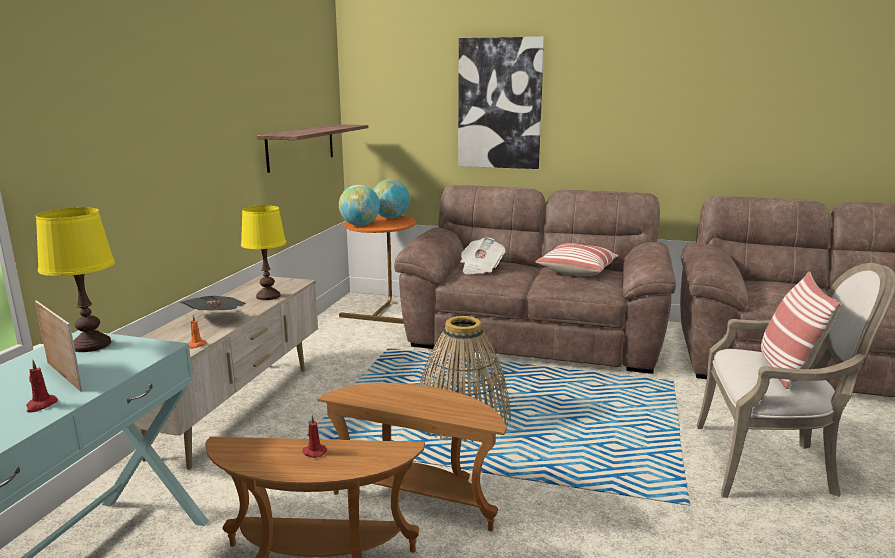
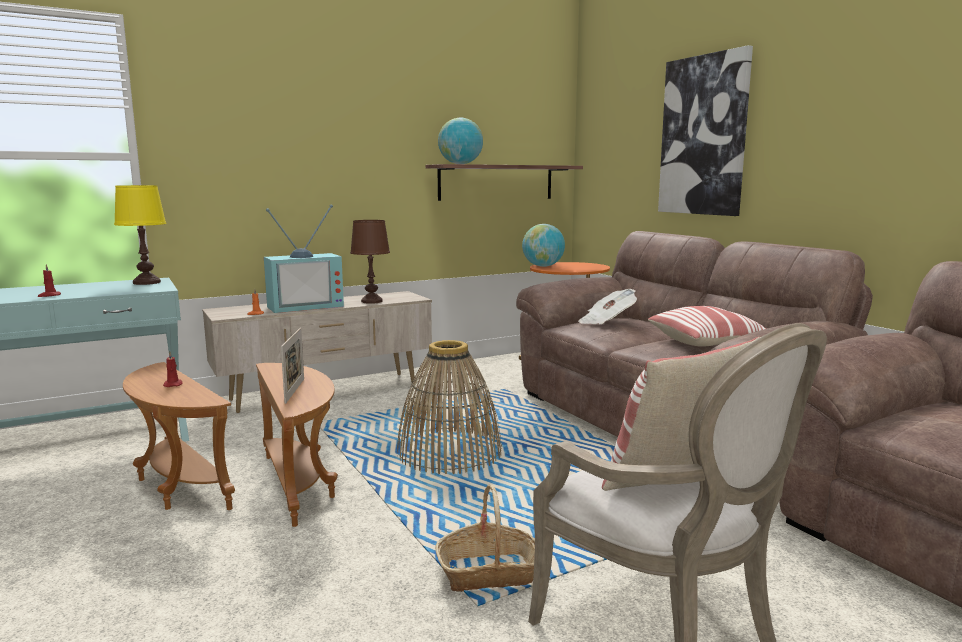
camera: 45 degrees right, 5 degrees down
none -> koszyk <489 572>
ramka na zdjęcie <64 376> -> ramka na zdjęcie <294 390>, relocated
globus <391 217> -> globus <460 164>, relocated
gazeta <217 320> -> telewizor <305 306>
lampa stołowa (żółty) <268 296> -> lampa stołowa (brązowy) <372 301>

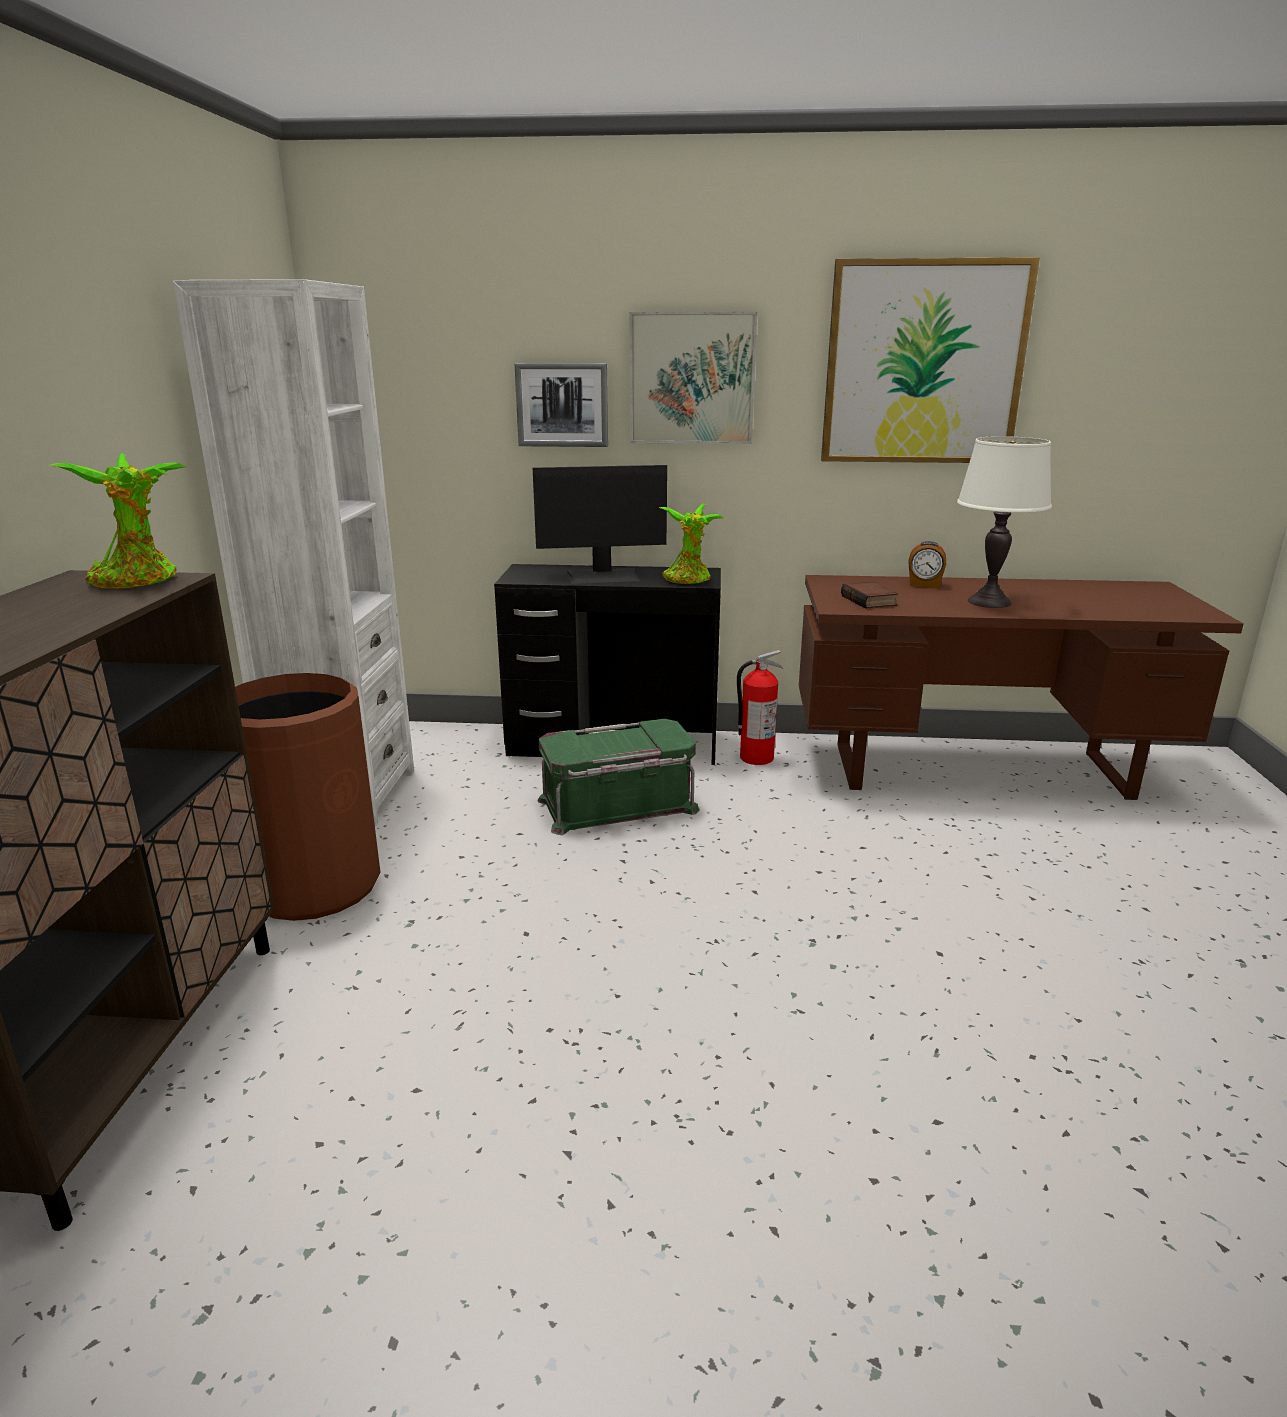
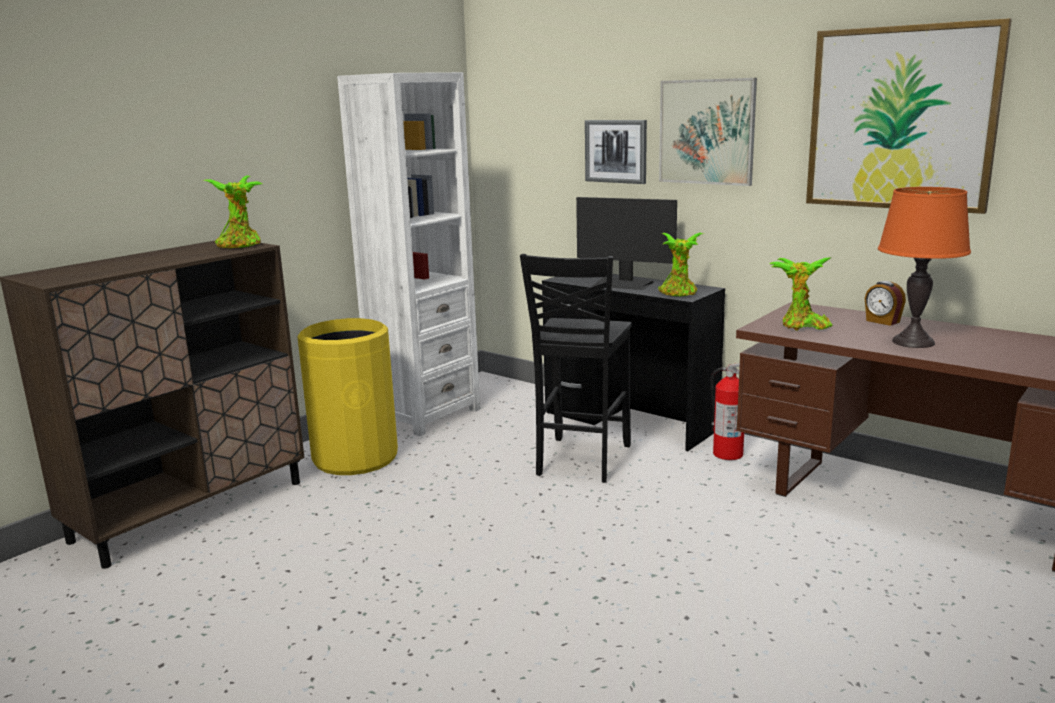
camera: 35 degrees right, 5 degrees down
pojemnik do przechowywania (zielony) <618 806> -> krzesło (czarny) <580 461>
książka <870 600> -> roślina doniczkowa <802 326>
kosz na śmieci (brązowy) <314 885> -> kosz na śmieci (żółty) <355 458>
lampa stołowa (biały) <989 602> -> lampa stołowa (pomarańczowy) <913 342>

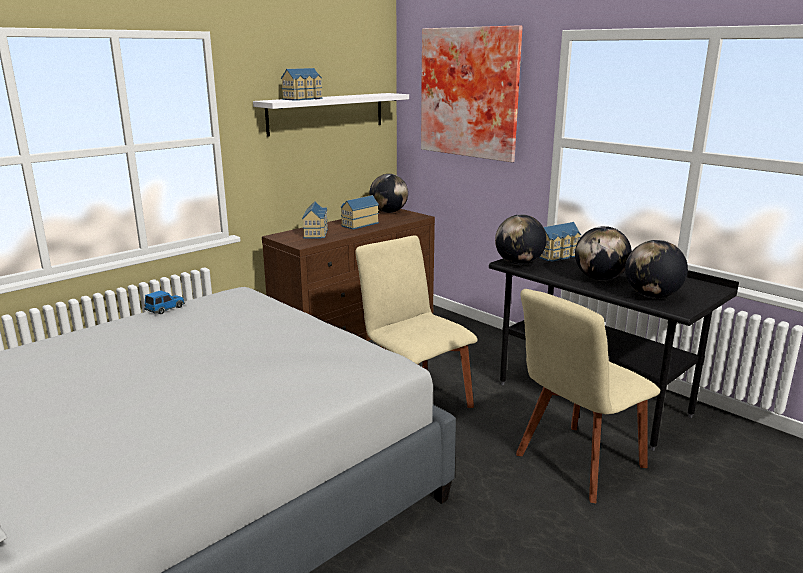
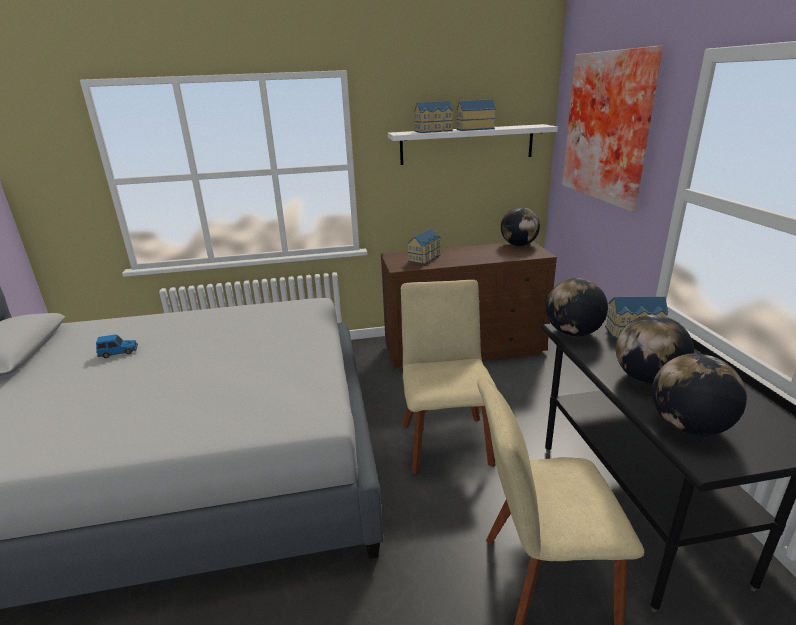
camera: 35 degrees right, 5 degrees up
samochodzik <165 309> -> samochodzik <119 352>, relocated
domek <358 224> -> domek <474 129>, relocated

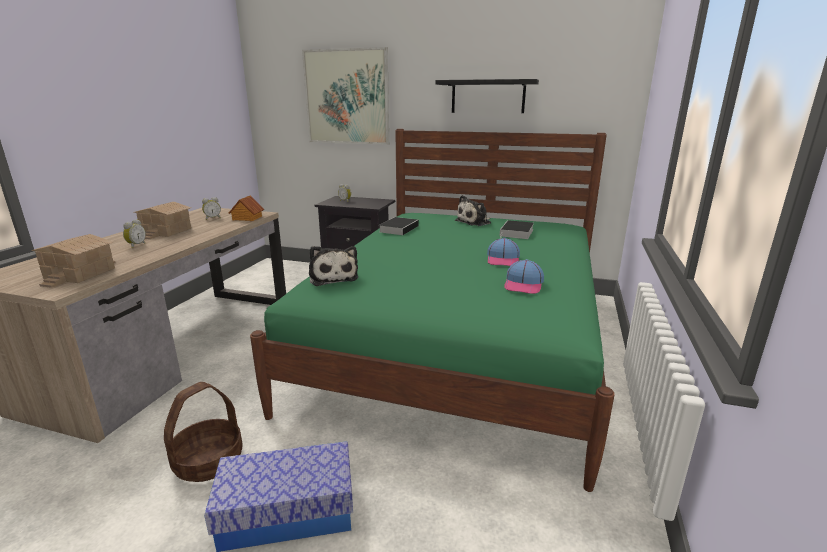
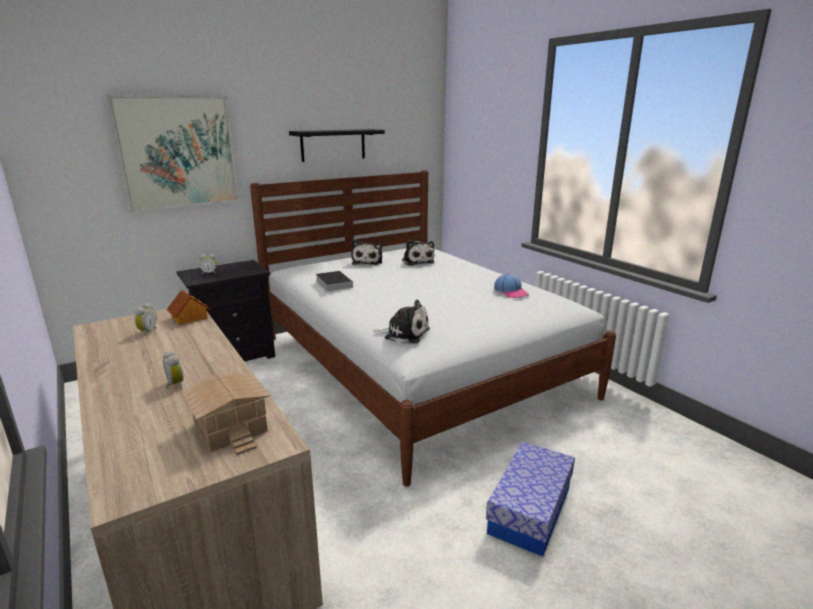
camera: 50 degrees left, 0 degrees up
domek <165 231> -> none
koszyk <208 461> -> none
czapka z daszkiem <503 260> -> none
książka <516 233> -> pluszak <417 261>
łóżko (zielony) <460 343> -> łóżko (biały) <417 365>

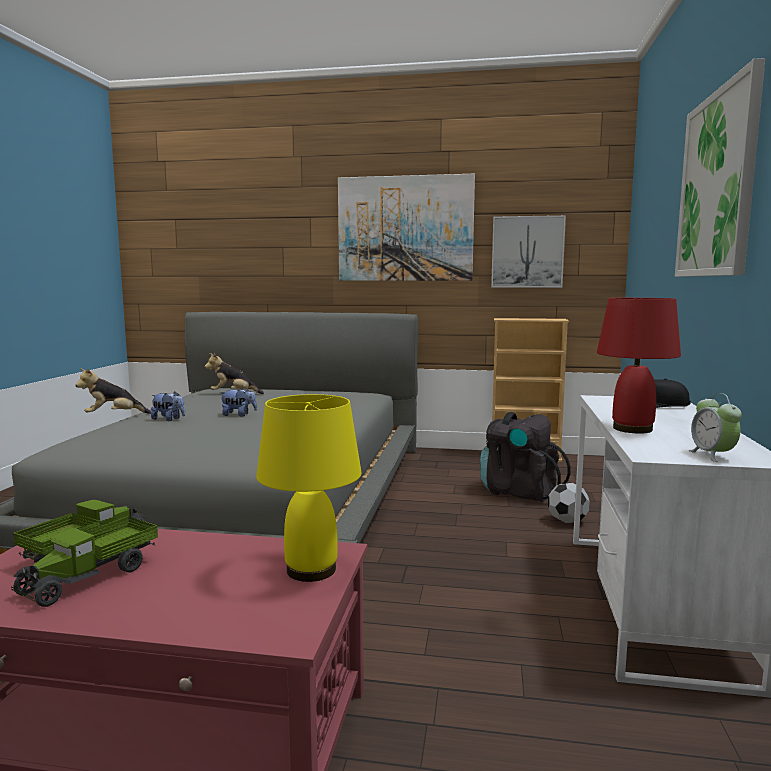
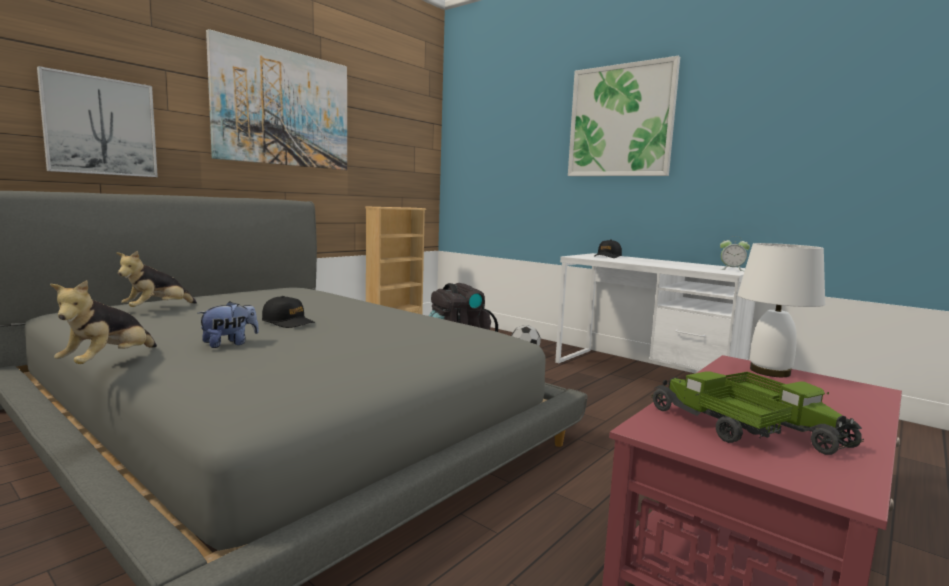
camera: 60 degrees left, 0 degrees up
lampa stołowa (czerwony) <632 429> -> none
obraz <527 252> -> obraz <100 126>, relocated
pluszak <239 415> -> czapka z daszkiem (czarny) <288 322>
lampa stołowa (żółty) <312 569> -> lampa stołowa (biały) <768 371>

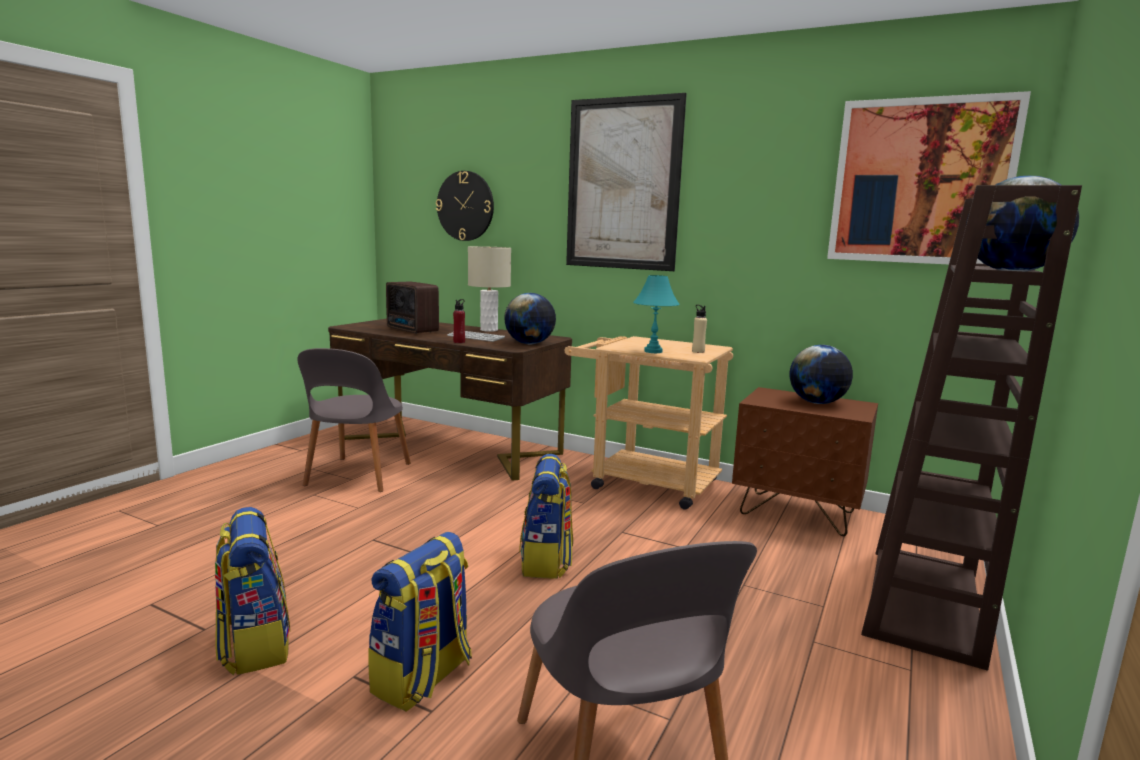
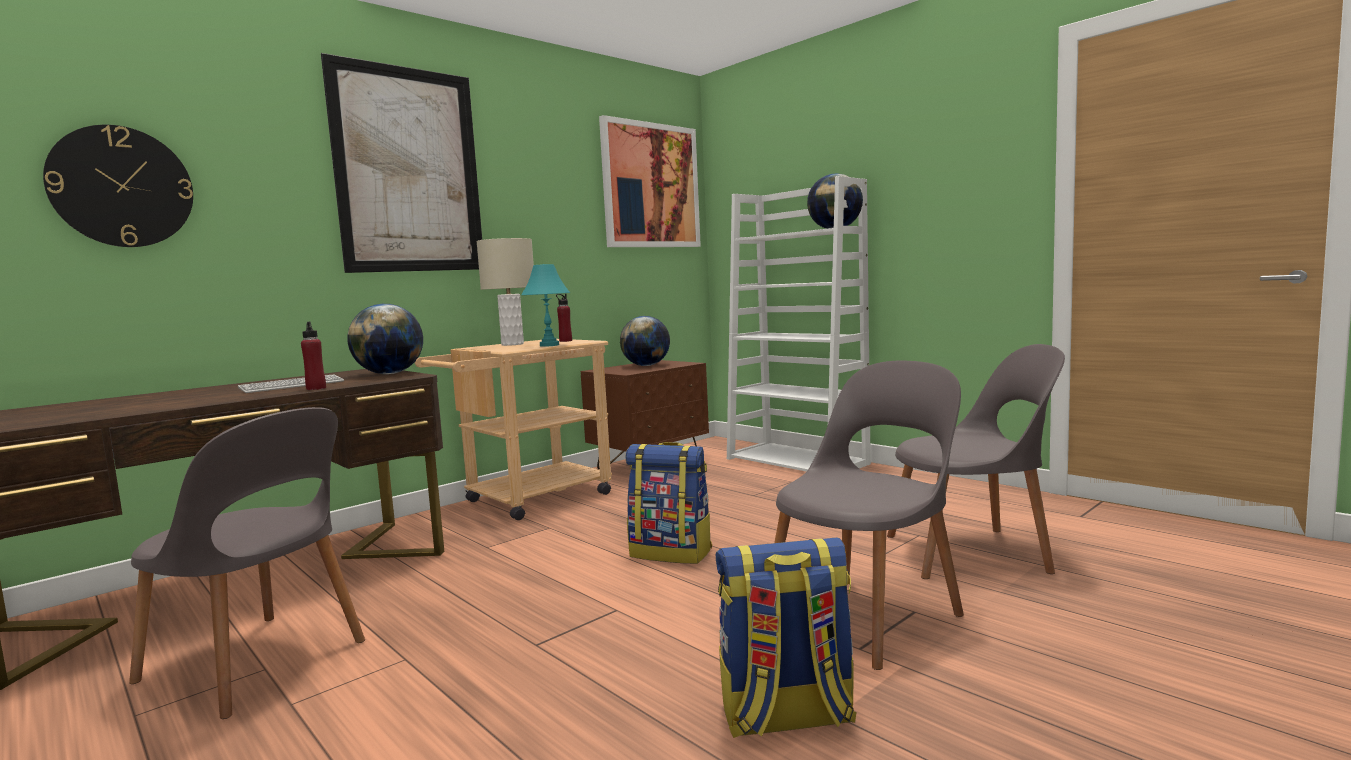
camera: 70 degrees left, 5 degrees down
radio <412 330> -> none
lampa stołowa (beżowy) <489 330> -> lampa stołowa (beżowy) <512 344>, relocated
plecak <423 678> -> krzesło (szary) <866 614>
butelka (beżowy) <698 351> -> butelka (czerwony) <565 341>
regał (brązowy) <925 604> -> regał (biały) <798 461>

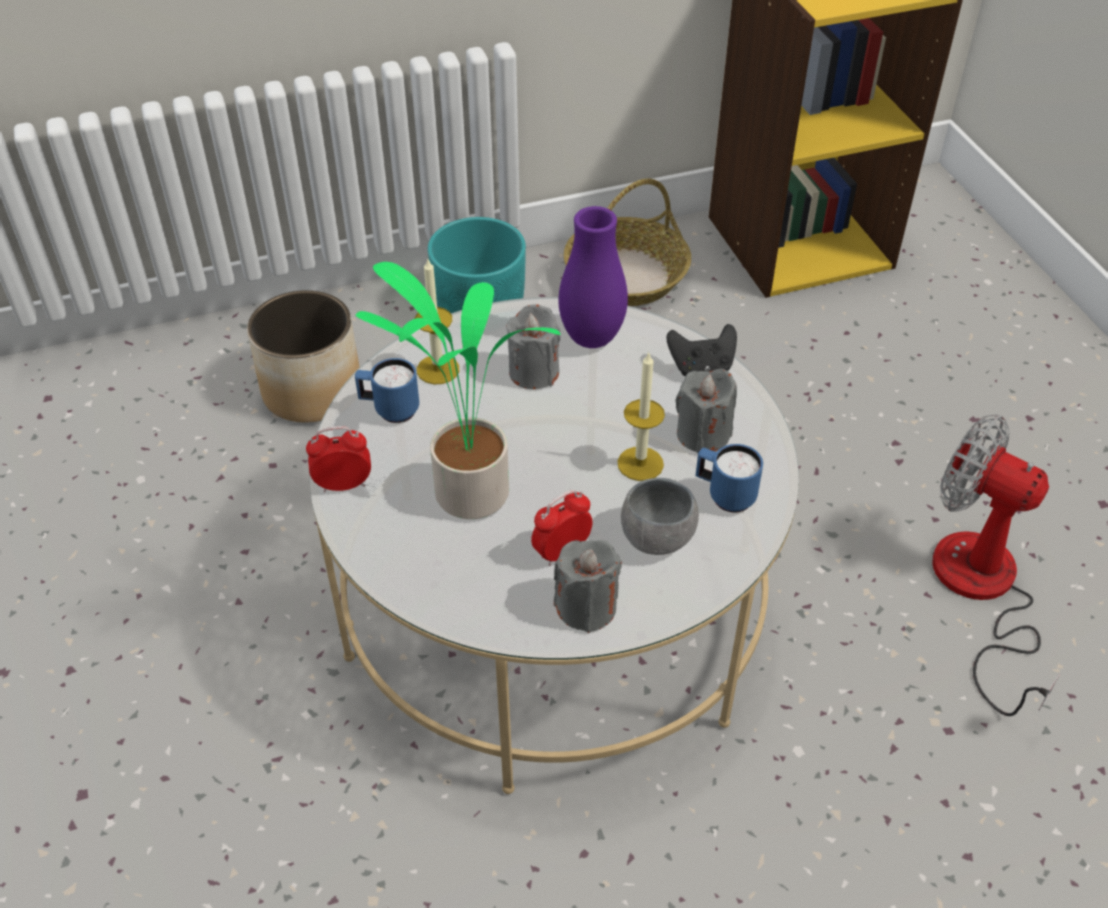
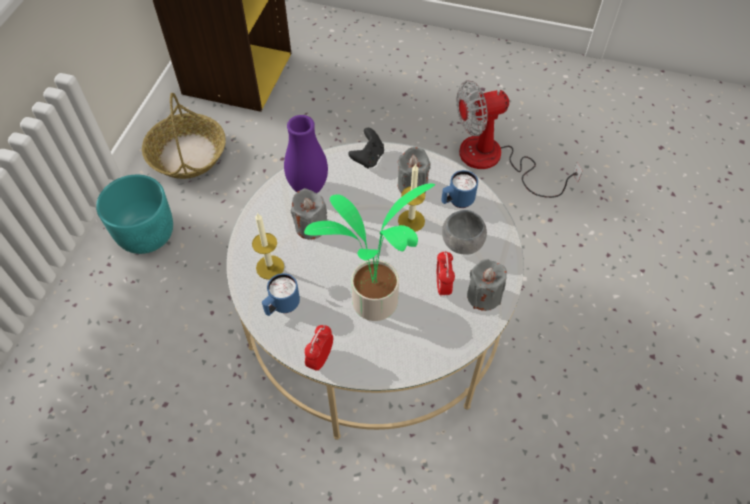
camera: 55 degrees left, 10 degrees up
donica <313 391> -> none

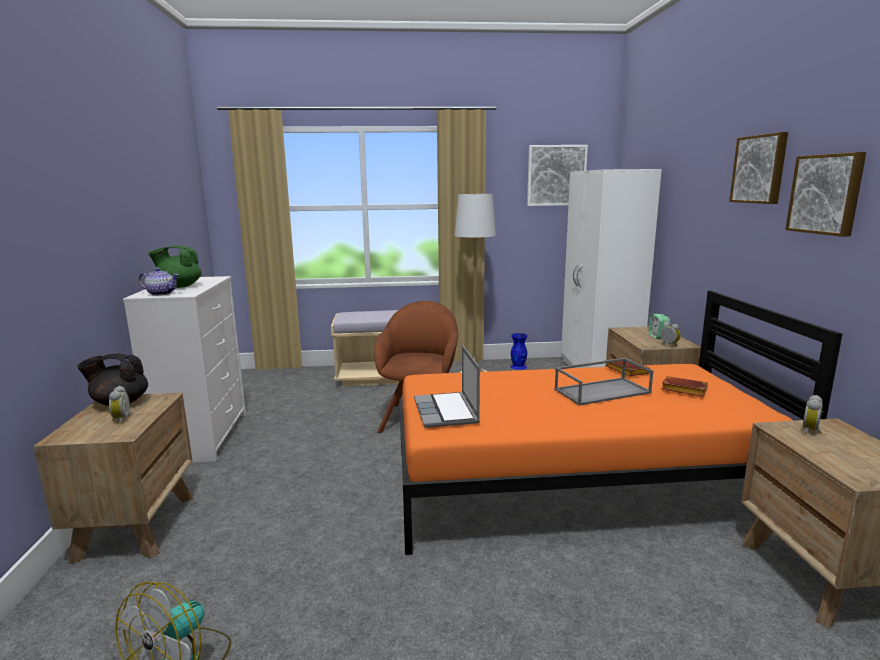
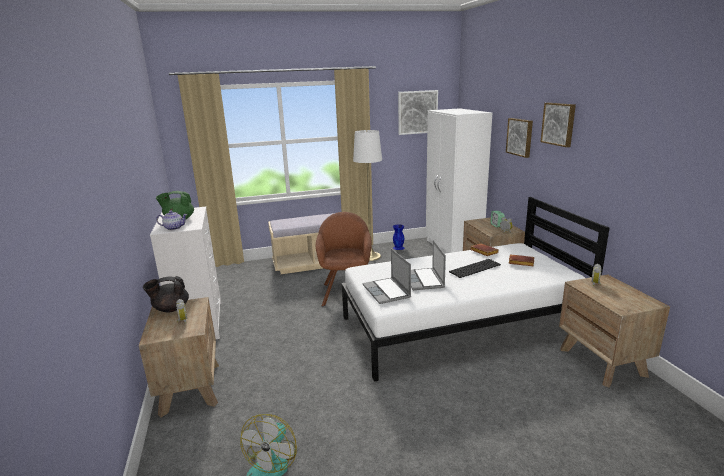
camera: 10 degrees left, 5 degrees up
none -> laptop <424 280>
obraz <826 194> -> obraz <520 137>, relocated
taca (szary) <602 391> -> klawiatura <474 268>
łóżko (pomarańczowy) <577 484> -> łóżko (biały) <461 326>

